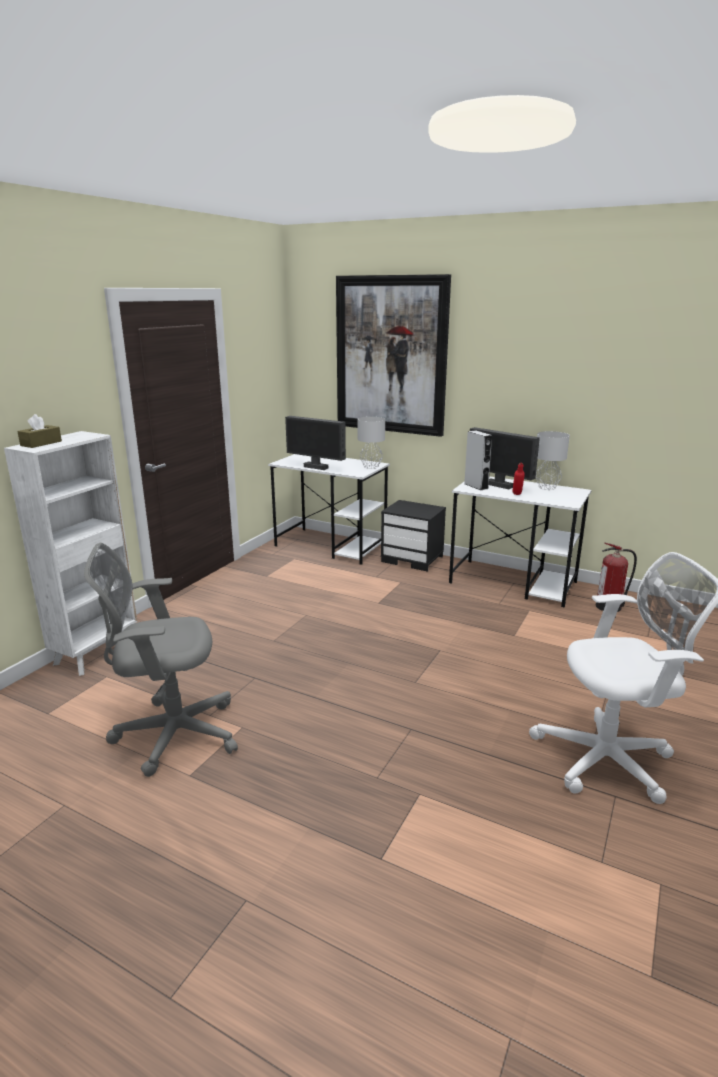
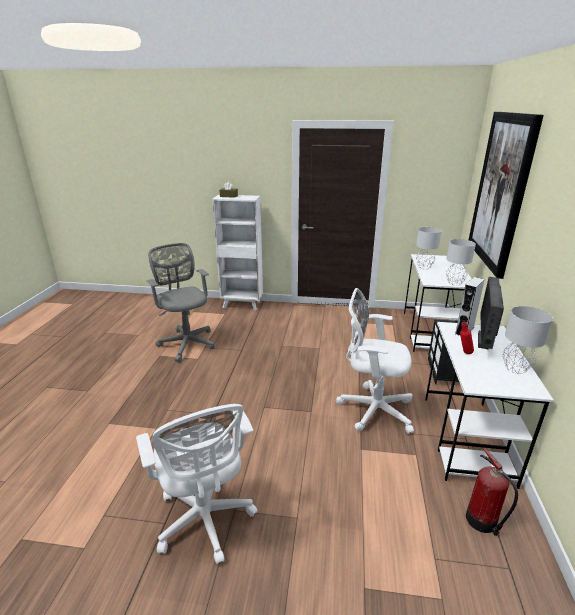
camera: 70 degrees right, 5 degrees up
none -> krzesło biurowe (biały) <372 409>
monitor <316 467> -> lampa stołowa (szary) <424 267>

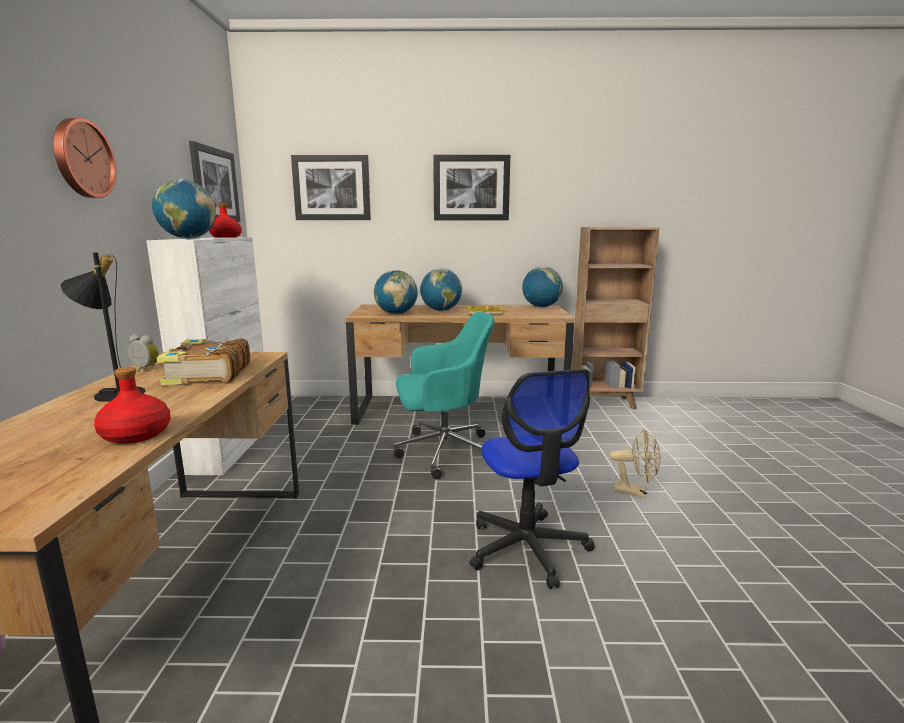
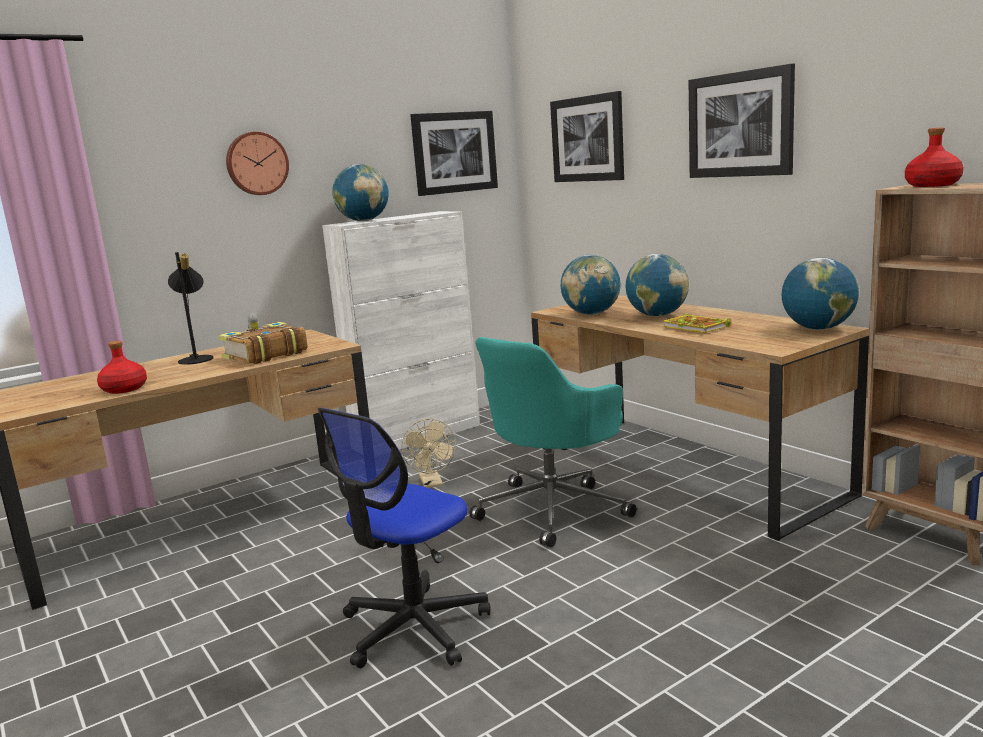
camera: 55 degrees right, 0 degrees up
butelka (czerwony) <226 237> -> butelka (czerwony) <932 185>, relocated
wentylator (beżowy) <635 492> -> wentylator (beżowy) <432 483>, relocated
krzesło biurowe (turkusowy) <443 452> -> krzesło biurowe (turkusowy) <554 509>, 90 degrees clockwise

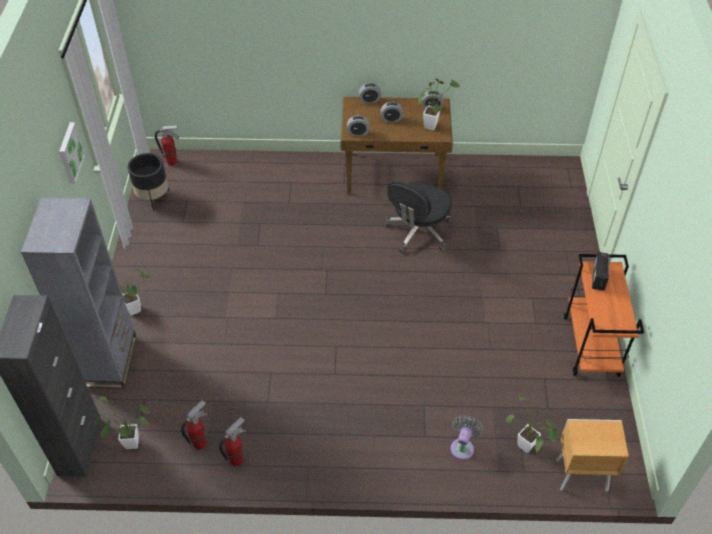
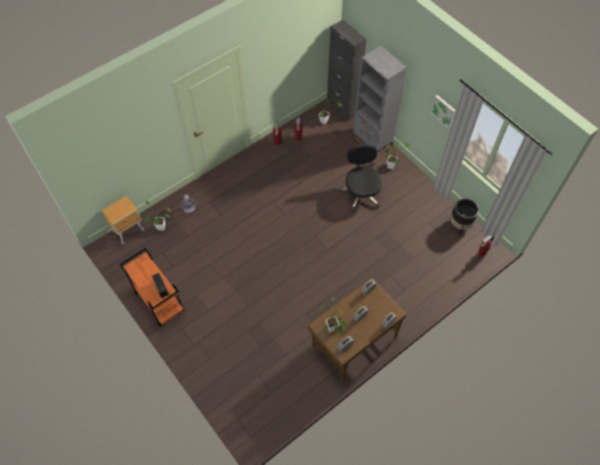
camera: 140 degrees right, 10 degrees up
krzesło biurowe (czarny) <418 232> -> krzesło biurowe (czarny) <361 193>, relocated

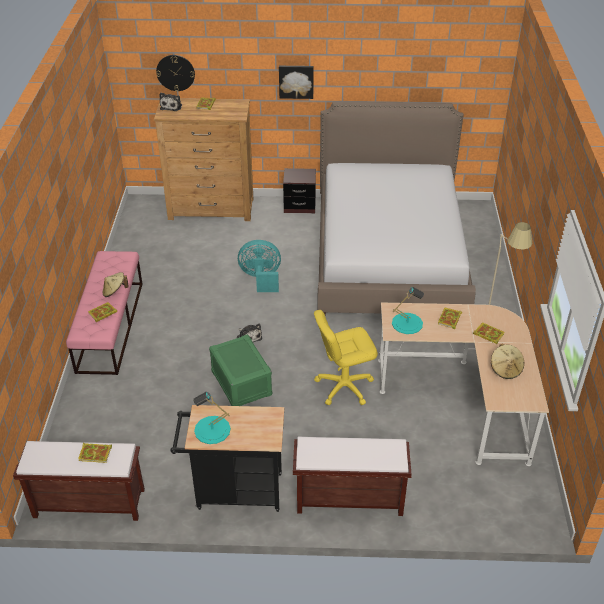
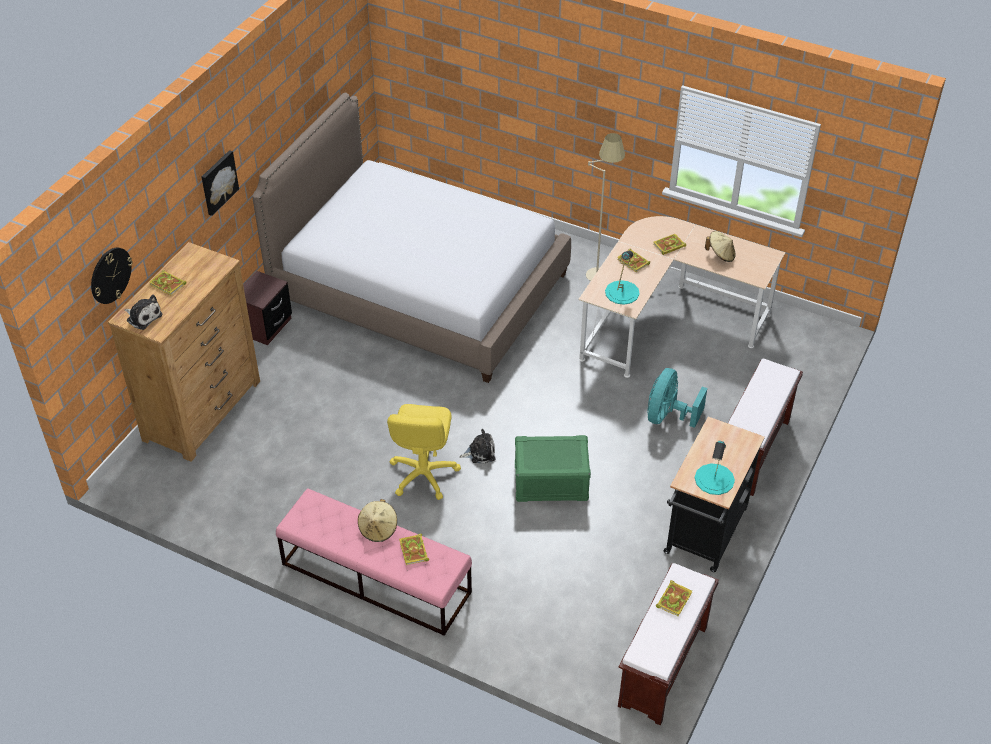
camera: 65 degrees left, 5 degrees up
wentylator (turkusowy) <261 279> -> wentylator (turkusowy) <668 416>, relocated
krzesło biurowe (żółty) <344 386> -> krzesło biurowe (żółty) <423 474>, relocated

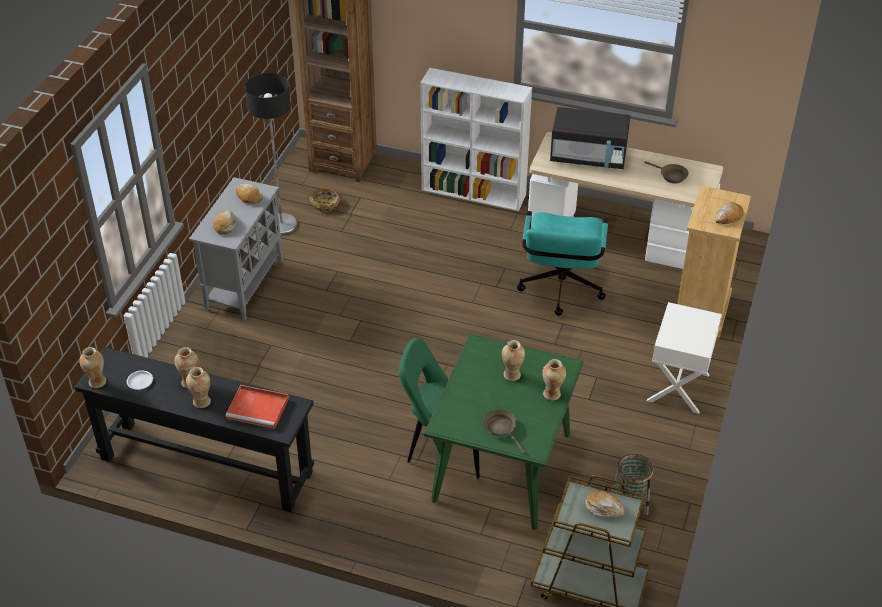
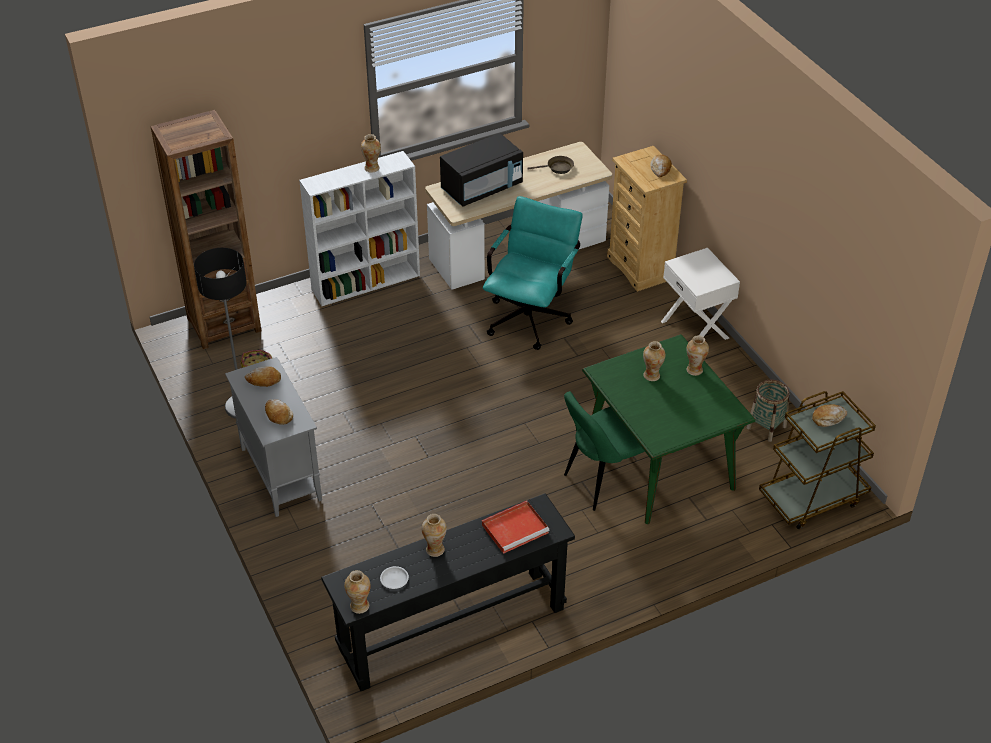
camera: 45 degrees left, 0 degrees up
patelnia (brązowy) <501 428> -> none
wazon <202 402> -> wazon <372 168>, relocated
krzesło biurowe (turkusowy) <560 291> -> krzesło biurowe (turkusowy) <531 316>, 120 degrees counterclockwise

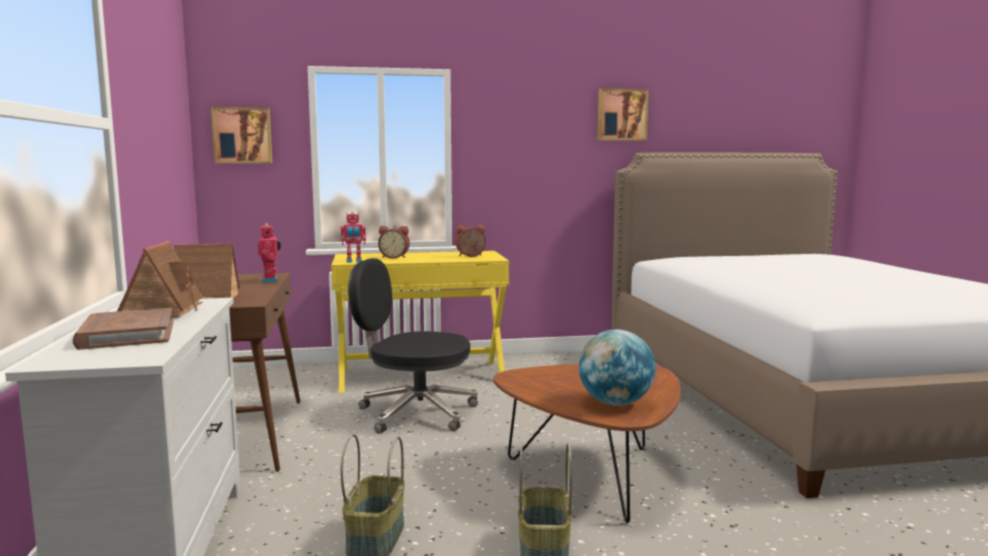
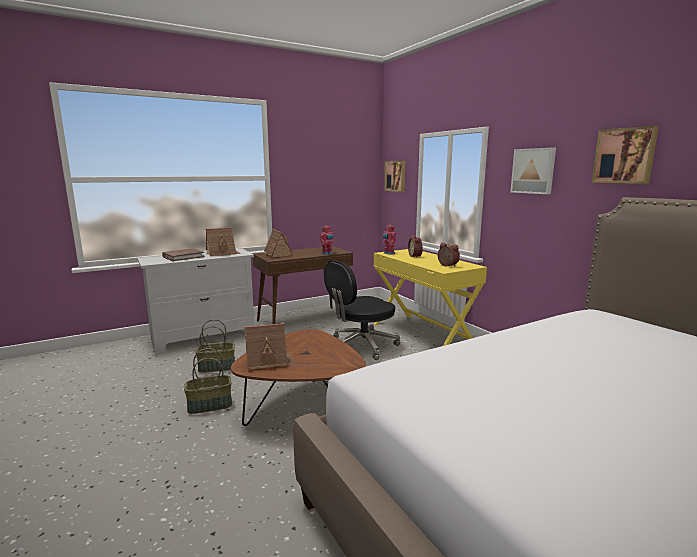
camera: 70 degrees right, 5 degrees up
none -> obraz <533 171>
globus <615 403> -> domek <269 361>
krzesło biurowe (czarny) <415 413> -> krzesło biurowe (czarny) <361 346>, 120 degrees counterclockwise

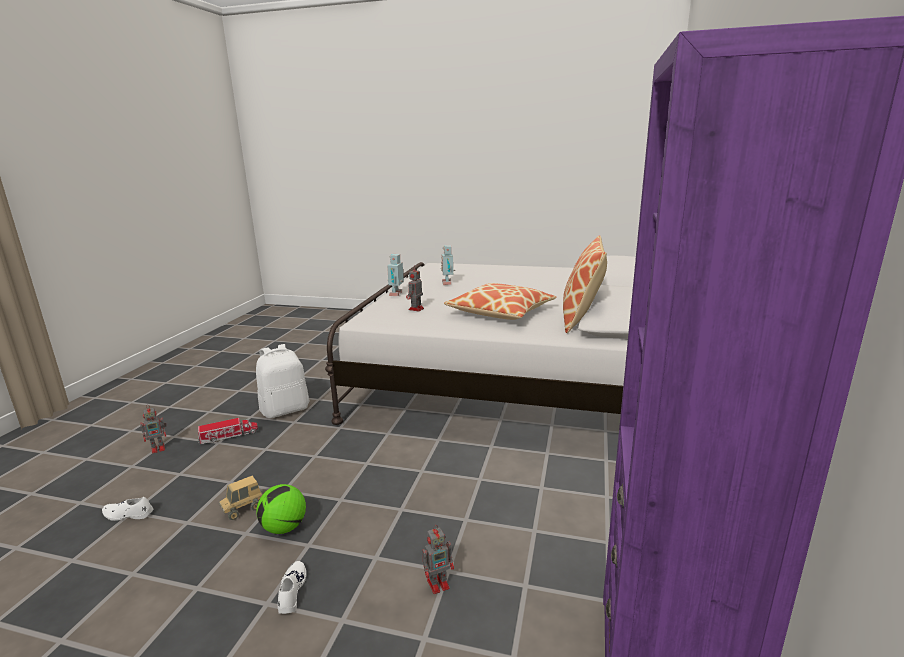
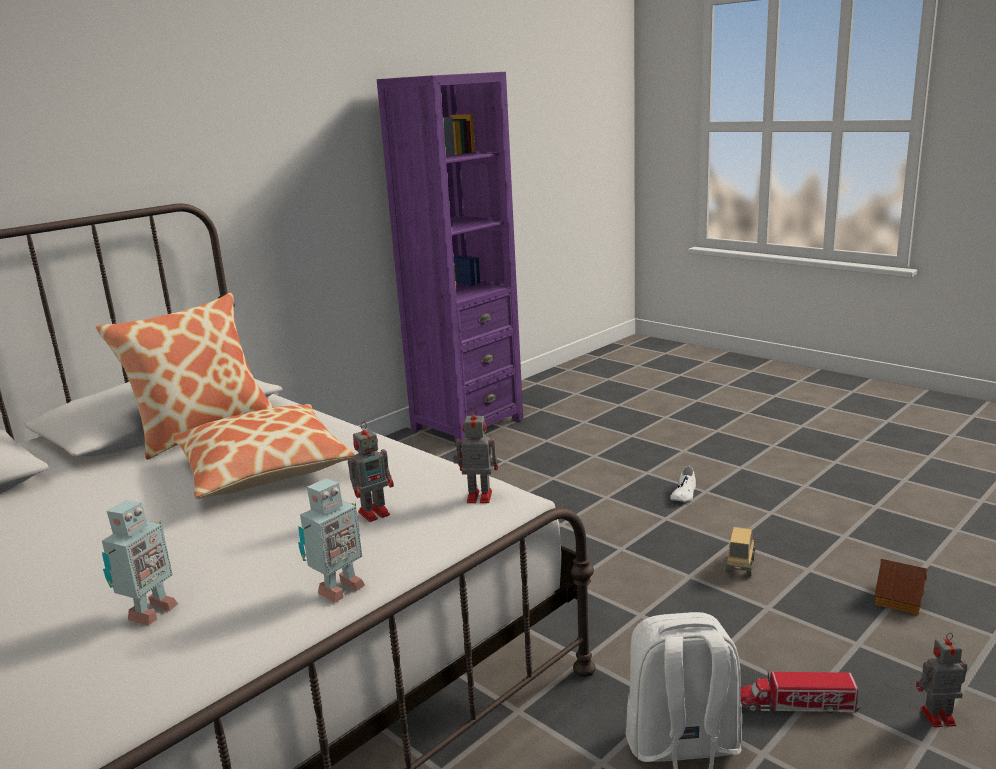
camera: 150 degrees left, 0 degrees up
piłka futbolowa <284 527> -> none
robot zabawkowy <439 583> -> robot zabawkowy <477 497>, relocated
but (biały) <128 514> -> domek <898 598>
ciężarówka zabawkowa <243 509> -> ciężarówka zabawkowa <740 566>, 60 degrees counterclockwise

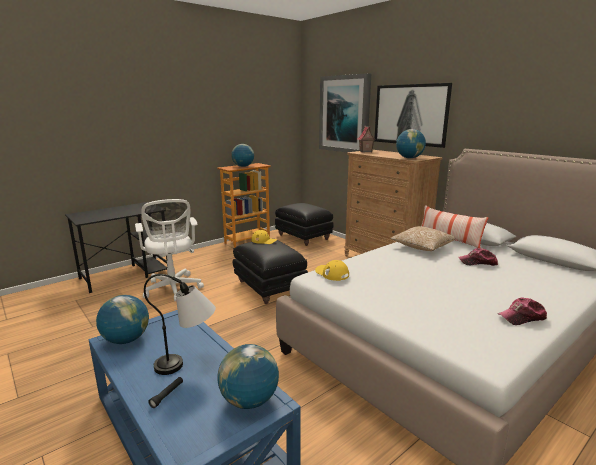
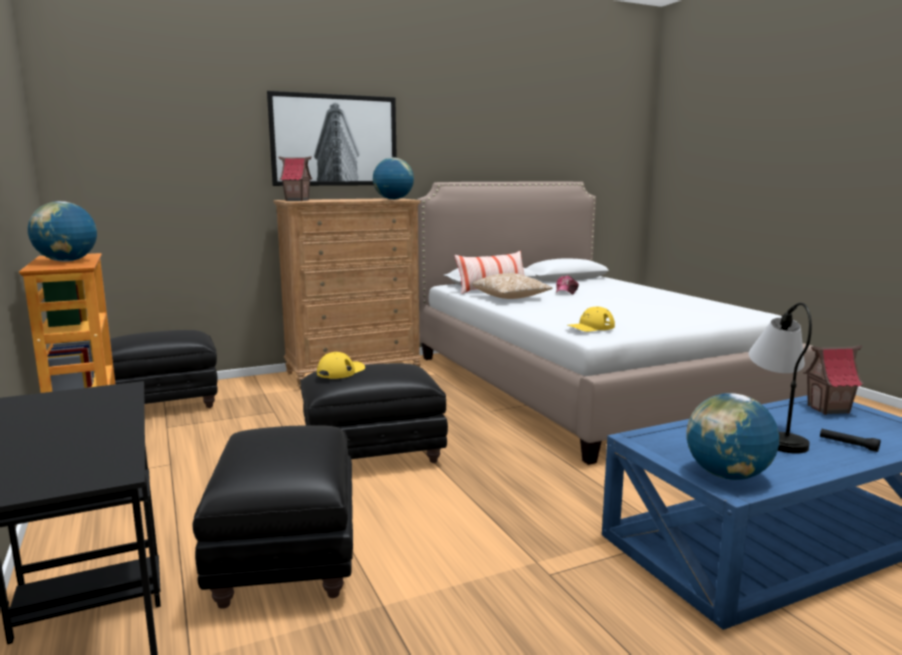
camera: 75 degrees left, 5 degrees down
obraz <345 114> -> none
czapka z daszkiem <522 317> -> none
krzesło biurowe (biały) <173 289> -> pufa (czarny) <288 557>
globus <249 400> -> domek <828 409>

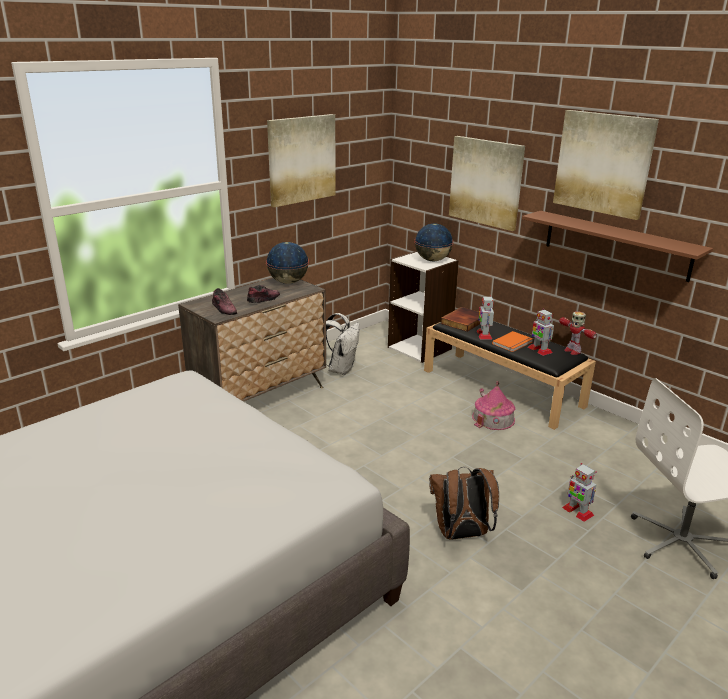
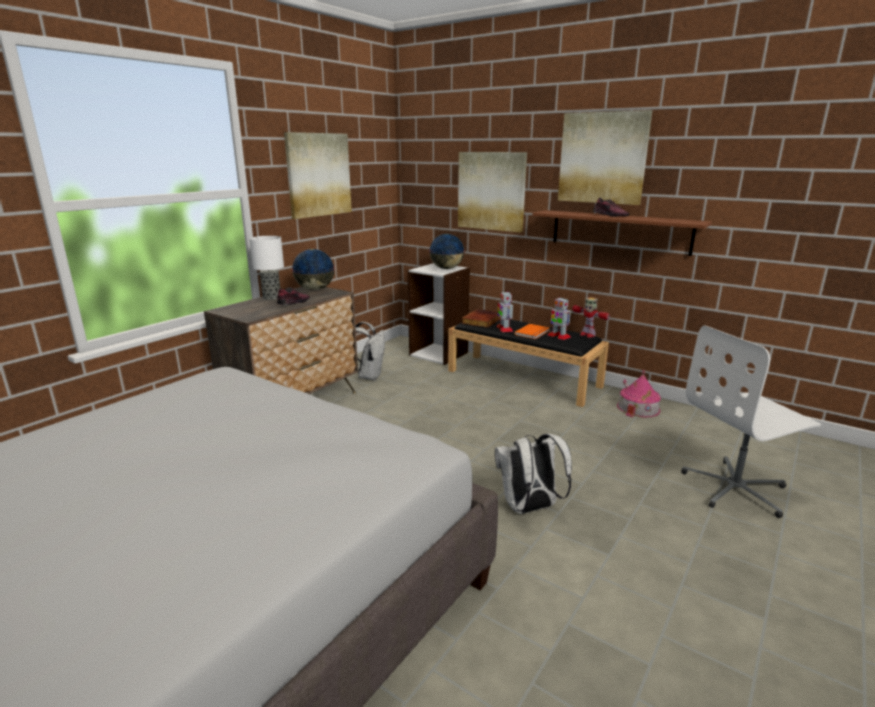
camera: 10 degrees left, 5 degrees down
robot zabawkowy <577 511> -> none
none -> lampa stołowa <271 297>
but <224 309> -> but <610 215>, relocated
domek <493 418> -> domek <638 408>, relocated
plecak (brązowy) <461 534> -> plecak (biały) <529 508>

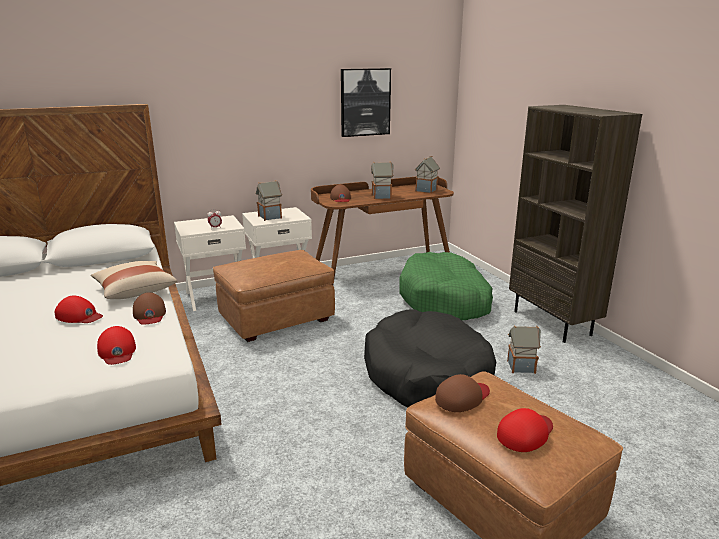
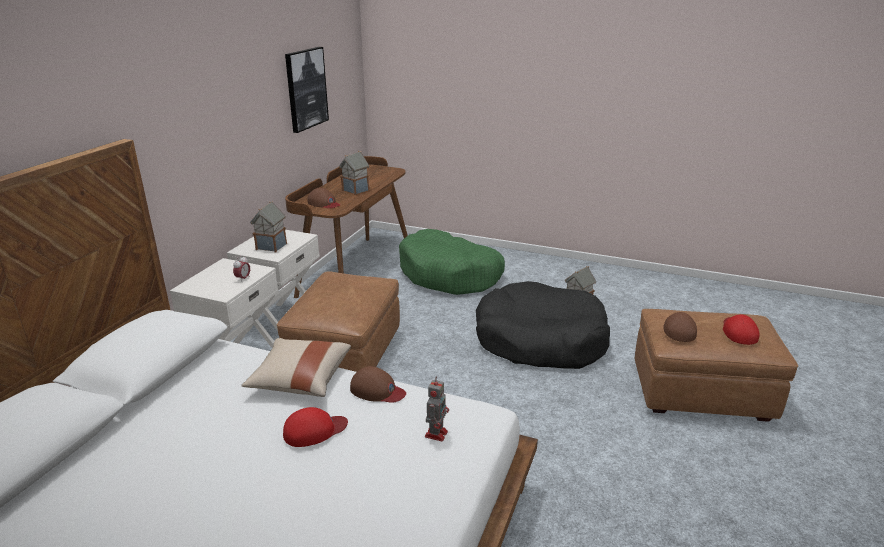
camera: 45 degrees left, 5 degrees up
domek <426 190> -> none
regał (brązowy) <553 323> -> none
czapka z daszkiem (czerwony) <117 351> -> robot zabawkowy <436 433>

